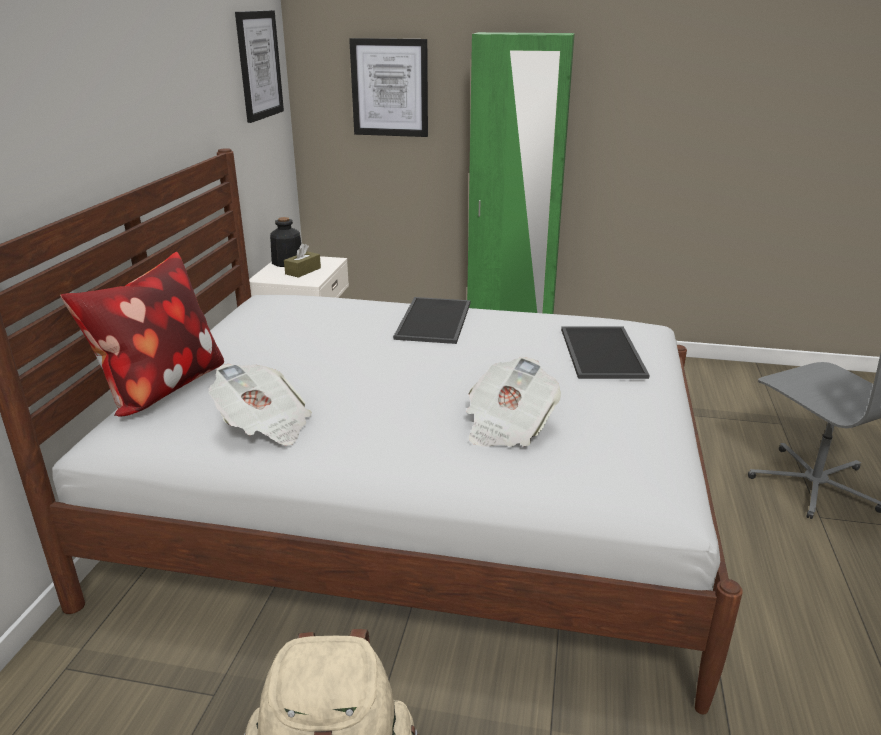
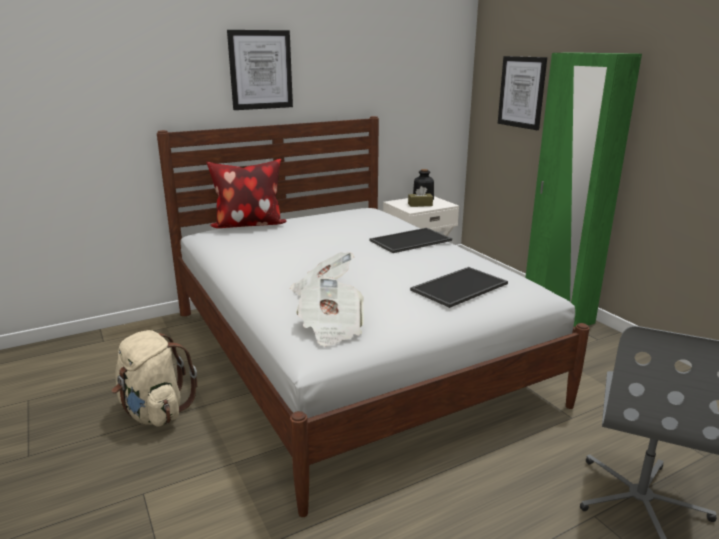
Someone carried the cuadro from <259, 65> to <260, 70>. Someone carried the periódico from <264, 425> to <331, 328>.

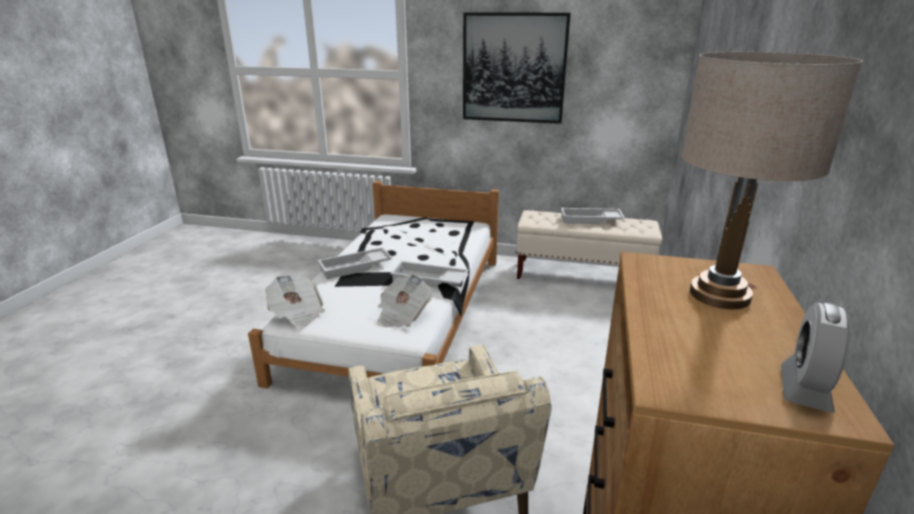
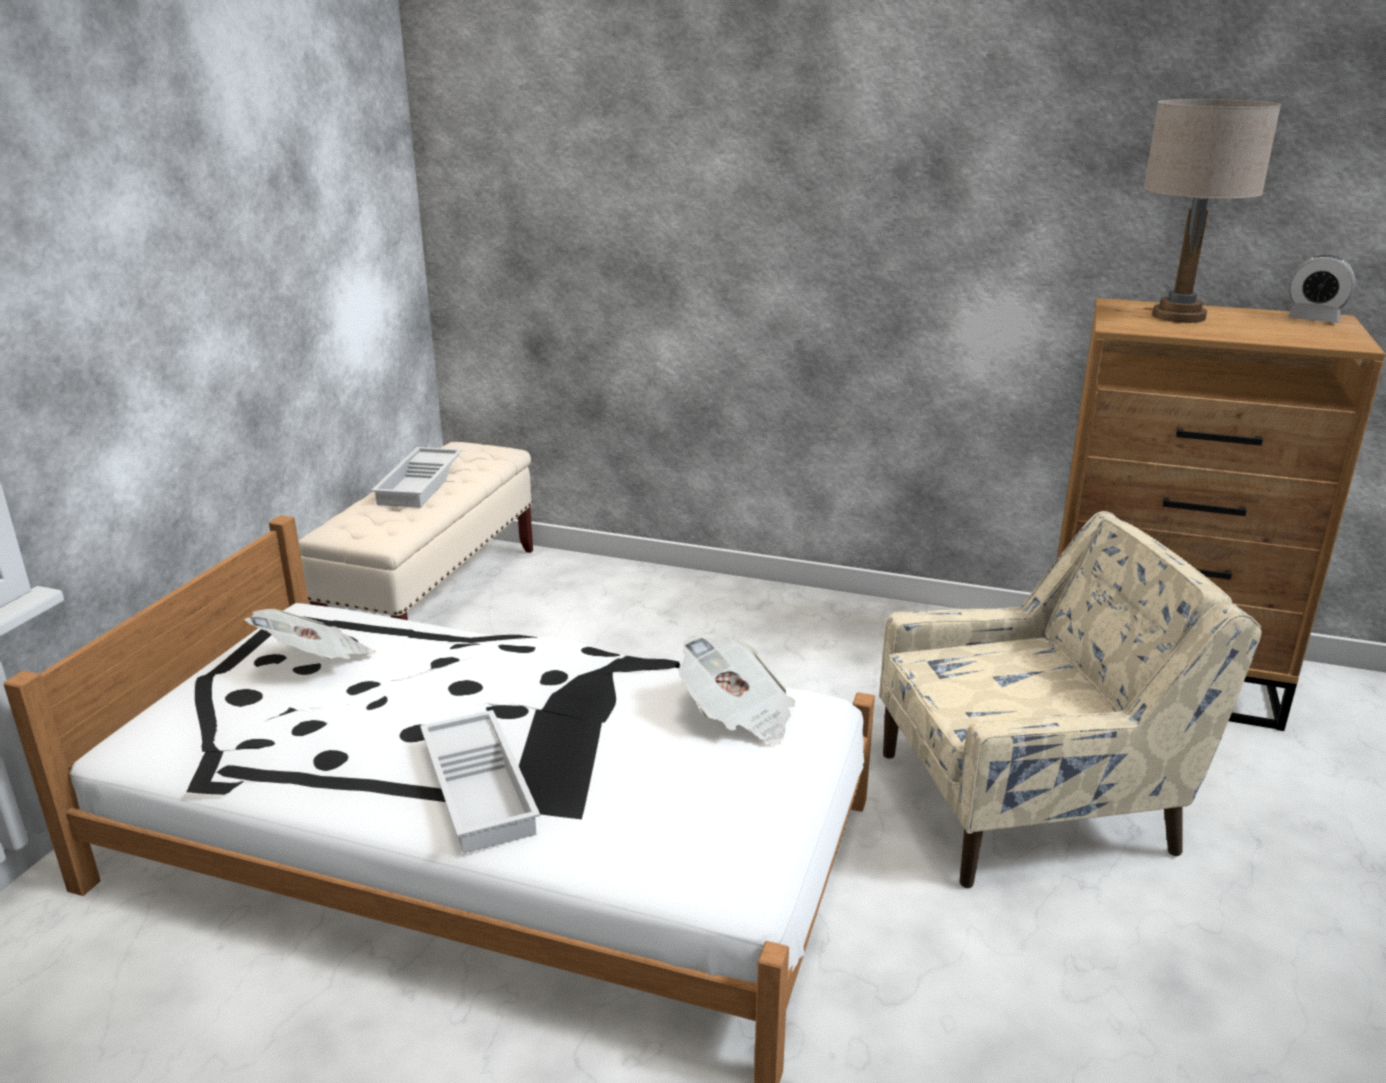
Someone carried the periódico from <297, 314> to <316, 661>. Someone took away the bandeja/blanco at <428, 280>. Someone took away the cuadro at <514, 68>.

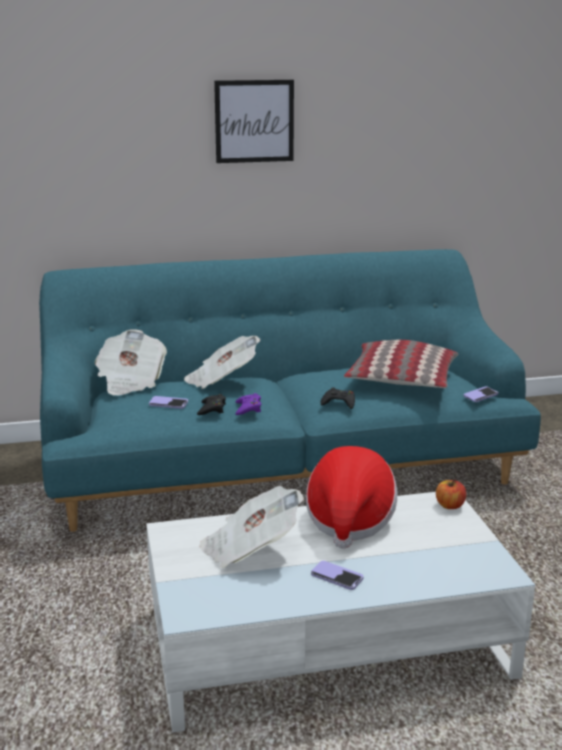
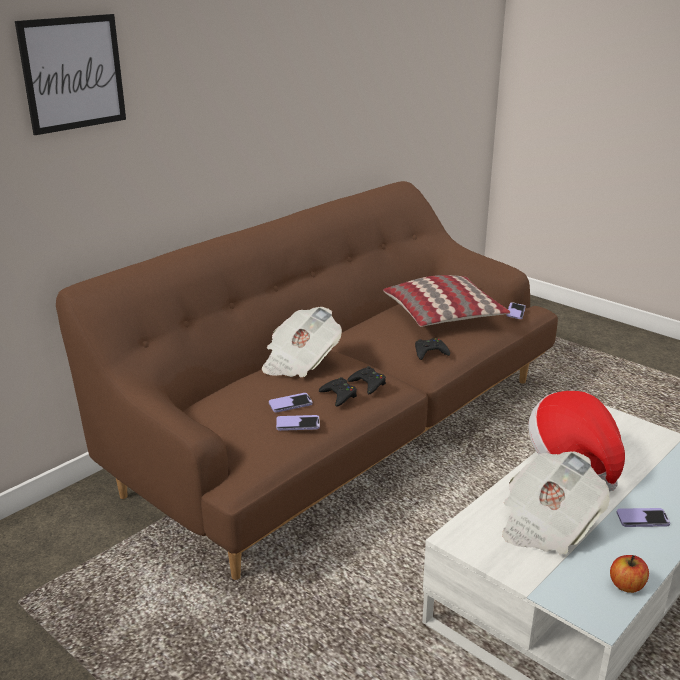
Someone carried the cuadro from <254, 121> to <73, 73>. Someone repainted the sofá/turquesa at <281, 467>, which became the sofá/marrón at <340, 430>. Someone put down the móvil at <298, 424>. Someone repainted the mando de consola/morado at <248, 408>, which became the mando de consola/negro at <368, 384>. Someone carried the manzana from <450, 505> to <627, 585>. Someone took away the periódico at <130, 381>.

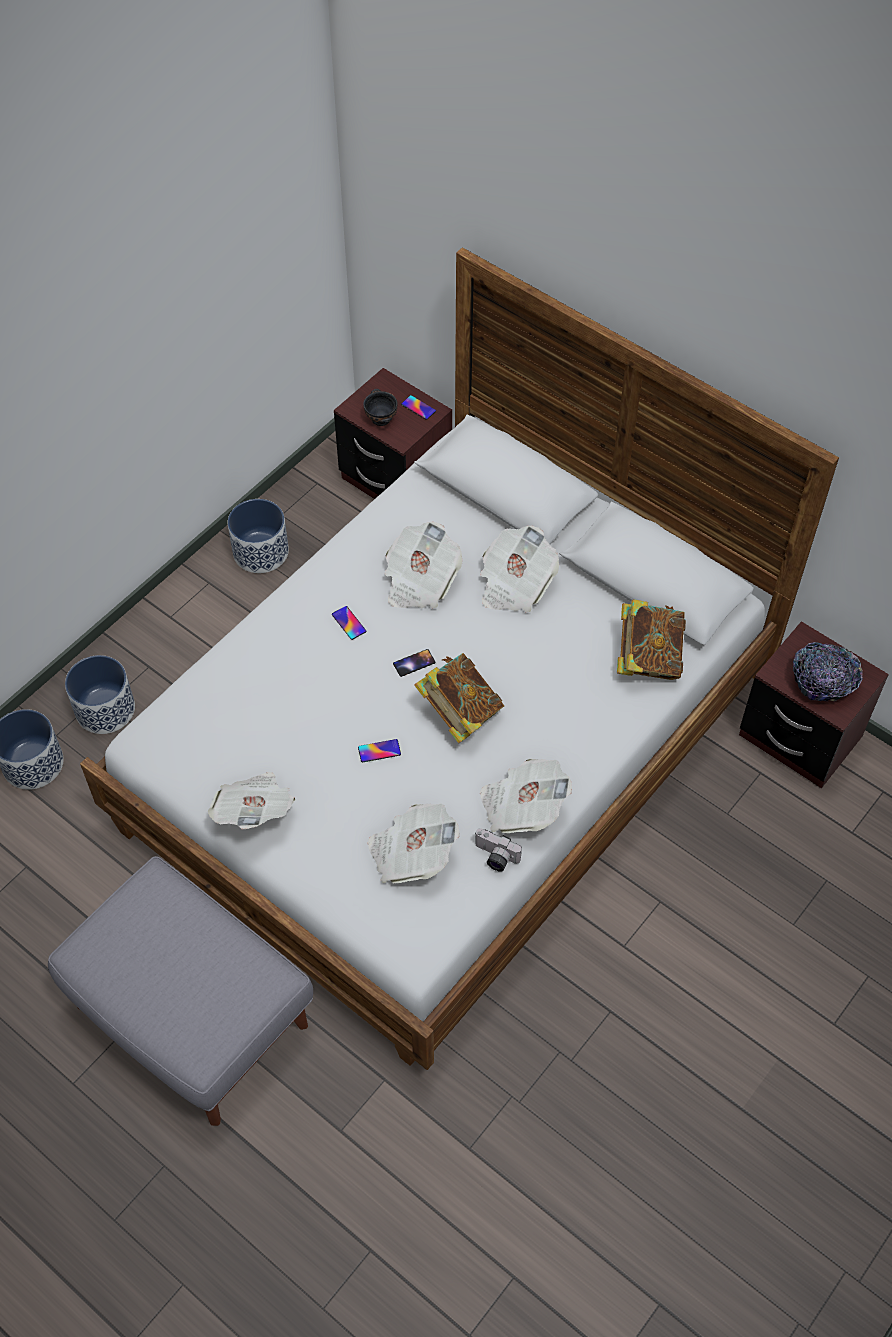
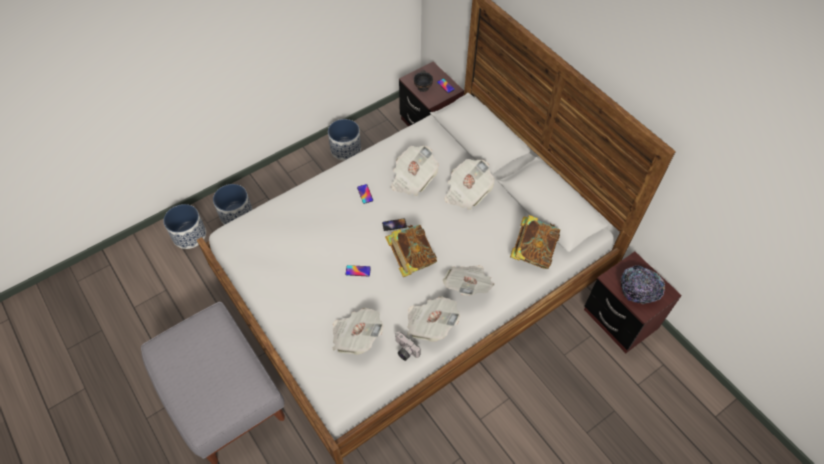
Someone carried the periódico from <255, 811> to <468, 286>.

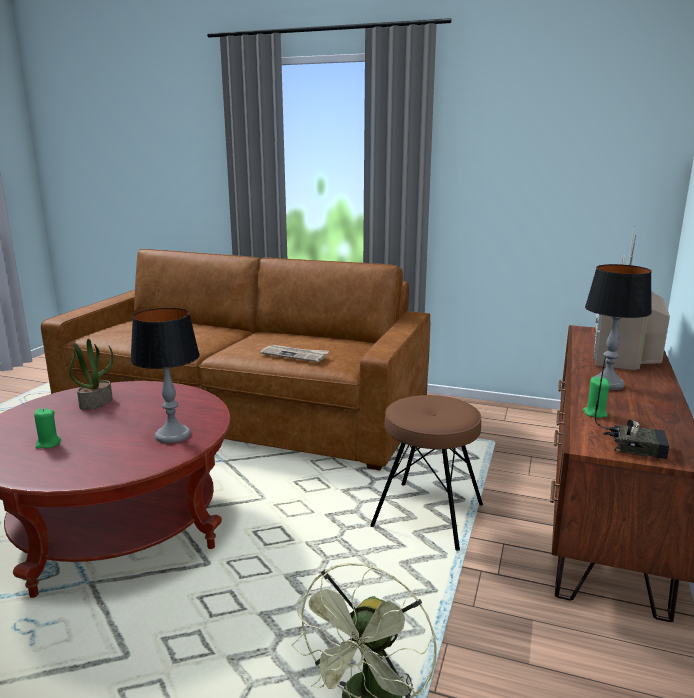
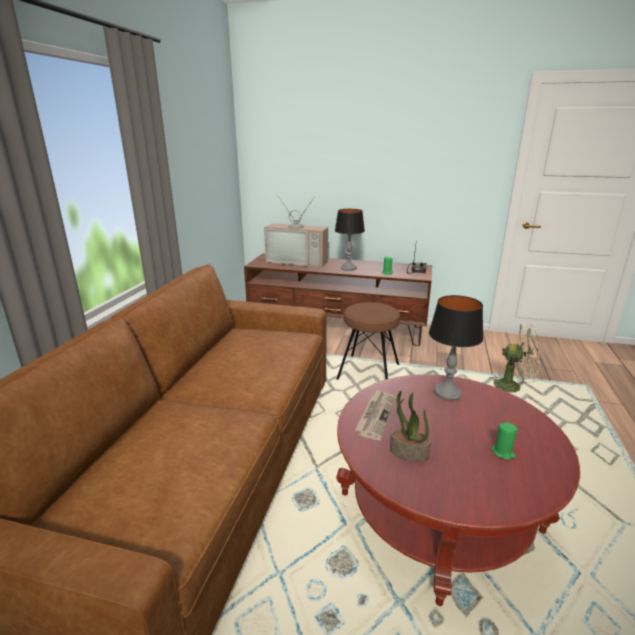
Someone carried the periódico from <295, 355> to <376, 415>.

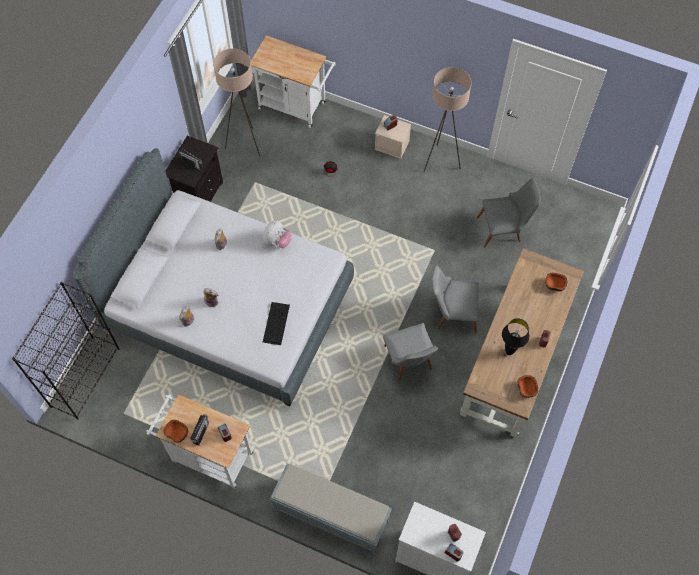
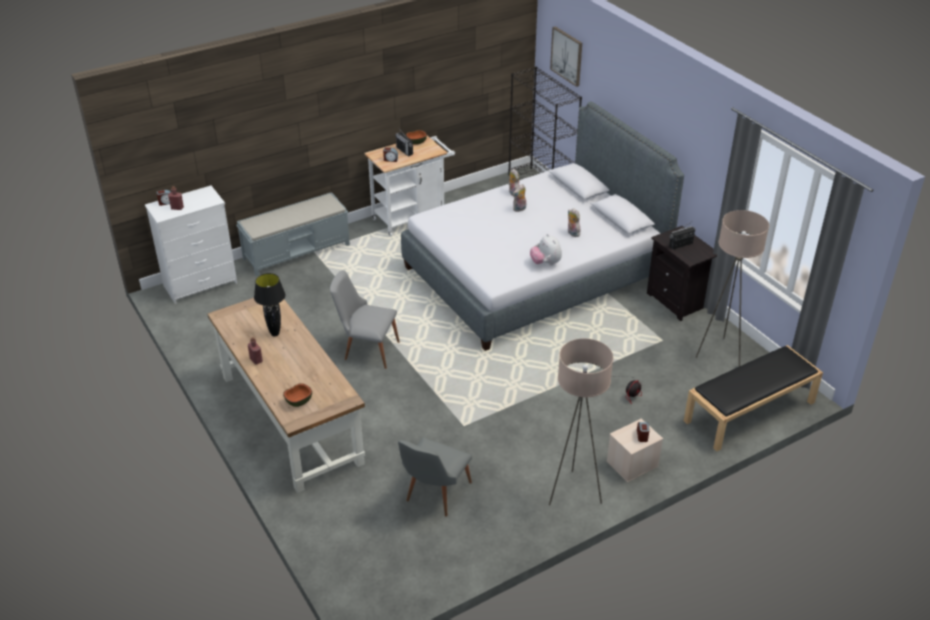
Someone put up the cuadro at <567, 56>. Someone swapped the carrito/blanco at <296, 106> for the banco/negro at <749, 412>. Someone took away the teclado at <276, 323>. Someone took away the silla/gris at <452, 313>. Someone took away the cuenco at <526, 389>.

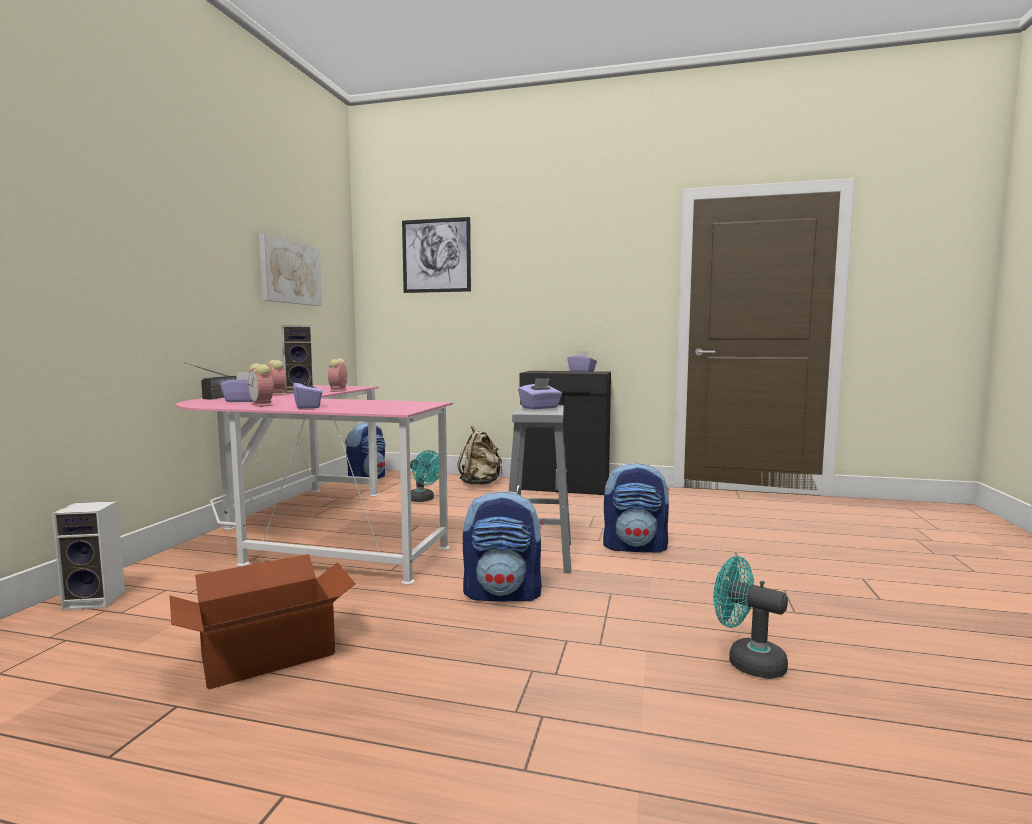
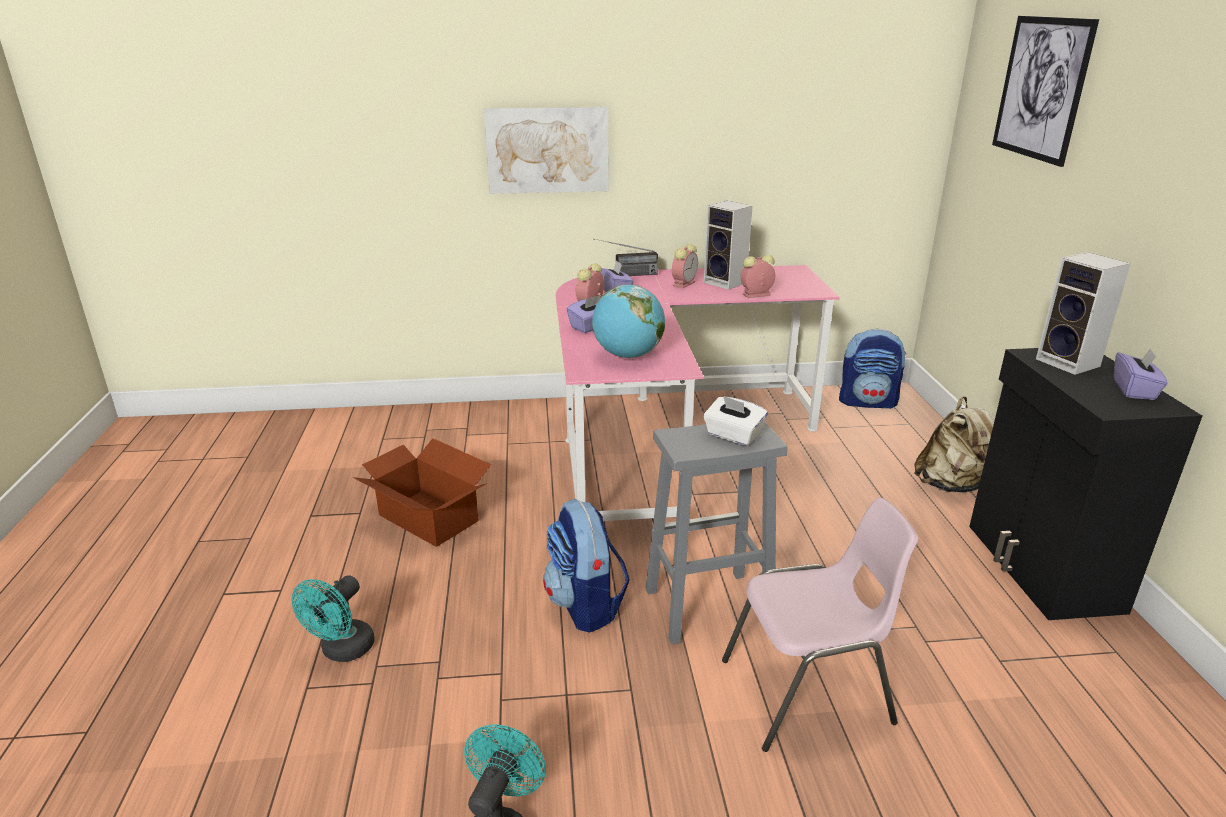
Someone carried the ventilador/turquesa from <423, 500> to <342, 651>. Someone carried the cuadro from <290, 272> to <547, 150>. Someone put down the globo terráqueo at <628, 356>. Someone repainted the caja de pañuelos/morado at <540, 408>, which became the caja de pañuelos/blanco at <733, 436>. Someone swapped the mochila at <635, 547> for the silla/rosa at <809, 693>. Someone carried the altavoz from <97, 600> to <1070, 363>.

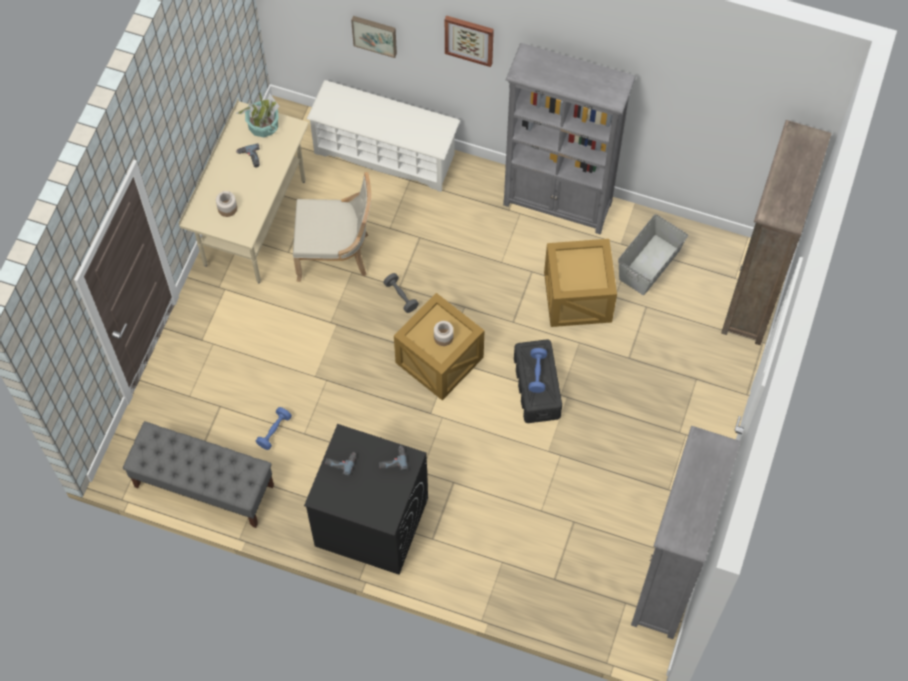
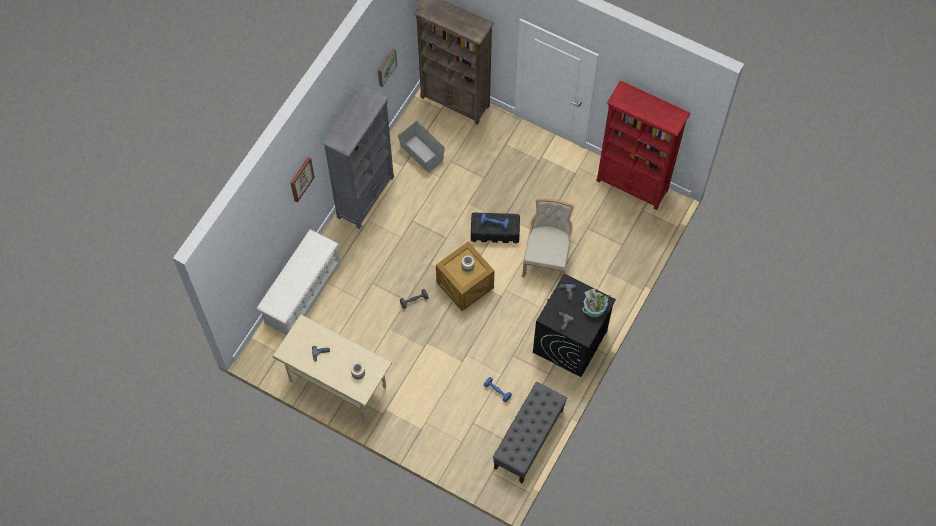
Someone carried the cuadro from <375, 34> to <386, 67>. Someone carried the silla/beis from <336, 254> to <547, 258>. Someone carried the planta en maceta from <263, 125> to <594, 308>. Someone repainted the estantería/gris at <667, 581>, which became the estantería/rojo at <632, 185>. Someone took away the caja de embalaje at <577, 298>.

